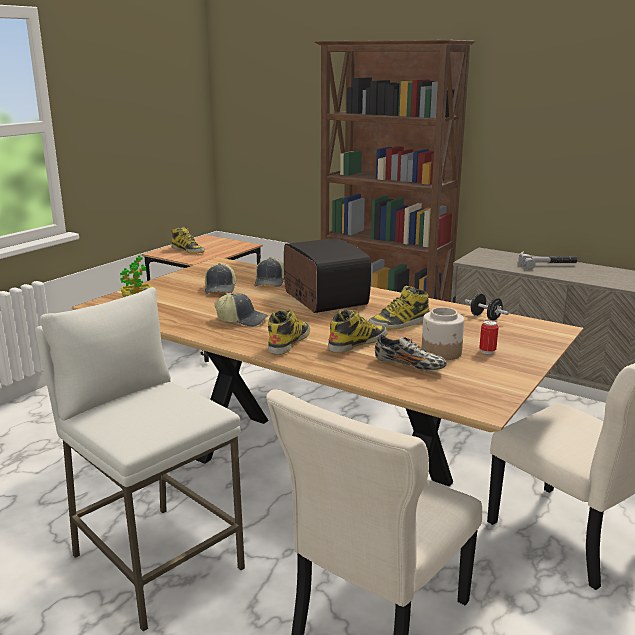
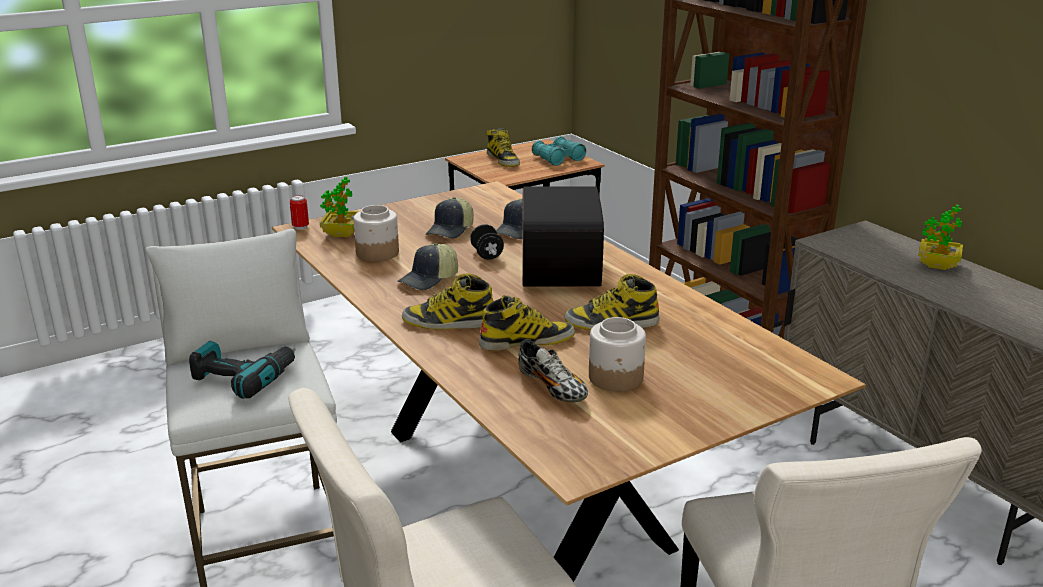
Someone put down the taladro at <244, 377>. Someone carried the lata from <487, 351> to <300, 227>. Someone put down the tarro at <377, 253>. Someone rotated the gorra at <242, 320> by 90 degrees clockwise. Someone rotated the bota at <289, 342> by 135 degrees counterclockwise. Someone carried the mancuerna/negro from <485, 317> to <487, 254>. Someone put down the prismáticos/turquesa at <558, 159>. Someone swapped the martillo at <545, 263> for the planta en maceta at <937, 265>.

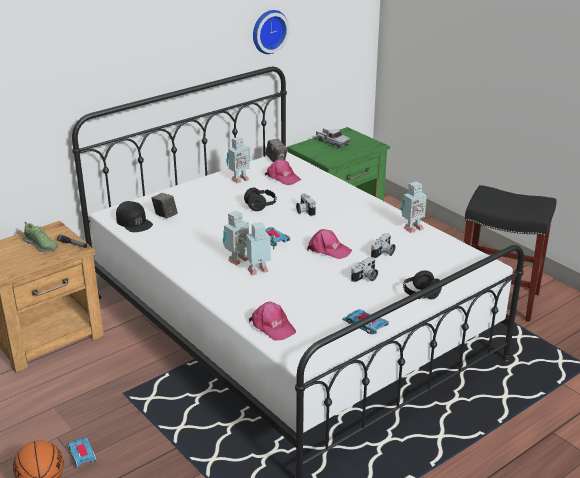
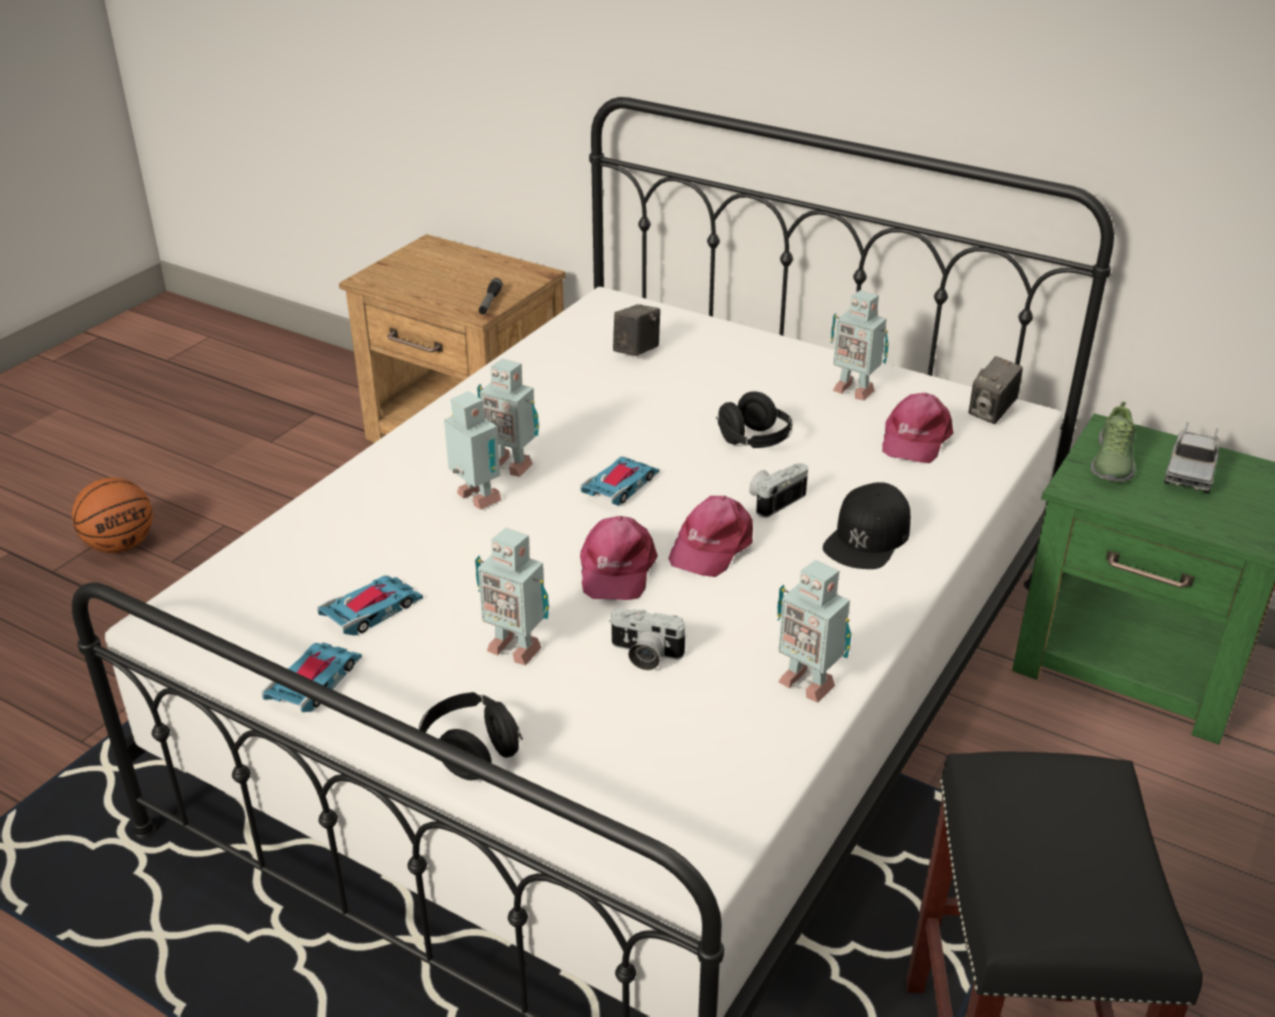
Someone carried the coche de juguete from <82, 454> to <372, 610>. Someone swapped the cámara at <365, 278> for the robot de juguete at <515, 647>. Someone carried the gorra/rosa from <272, 326> to <711, 545>. Someone carried the gorra/negro from <134, 222> to <867, 537>. Someone carried the zapato from <41, 245> to <1111, 462>. Someone took away the reloj de pared at <268, 31>.

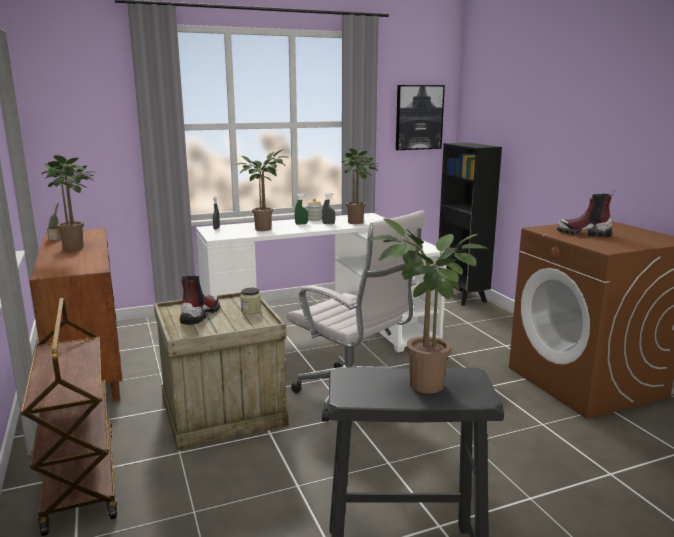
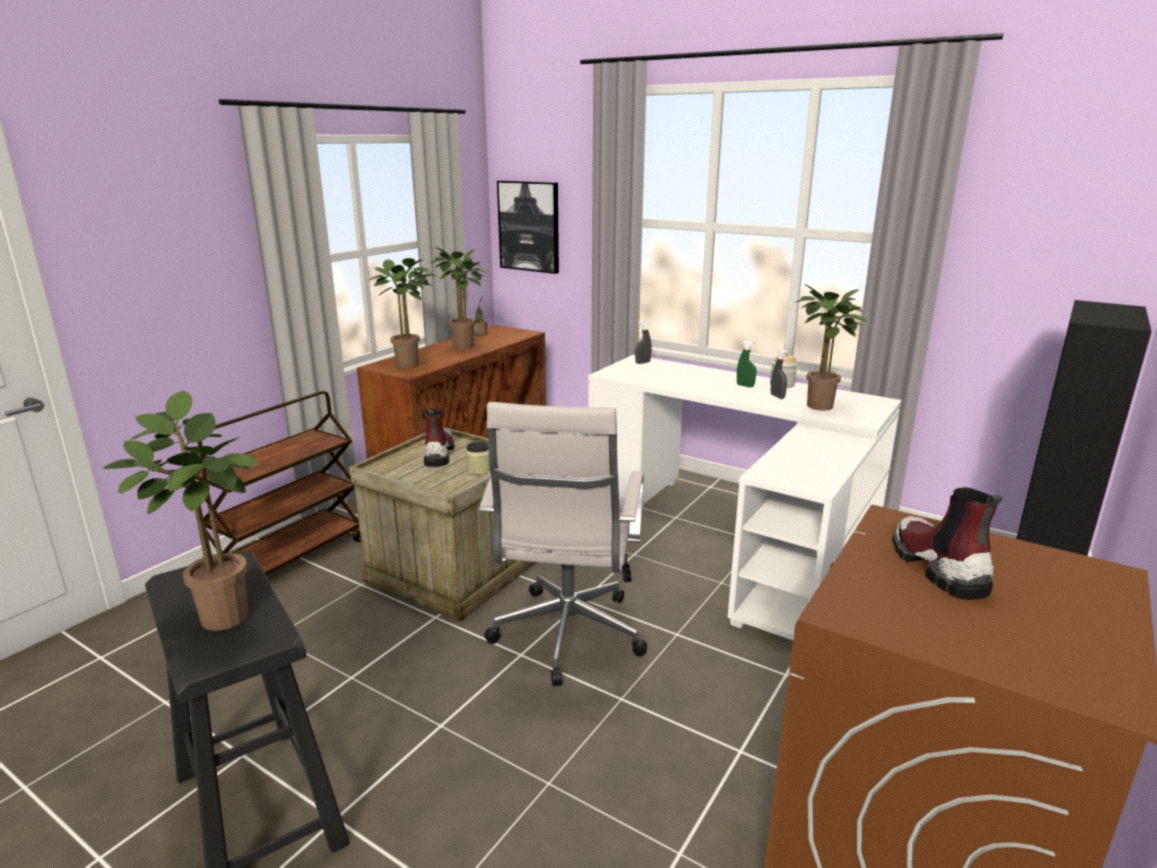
Someone carried the planta en maceta from <265, 228> to <411, 365>. Someone rotated the bota at <200, 315> by 75 degrees counterclockwise. Someone carried the cuadro from <419, 117> to <529, 226>.

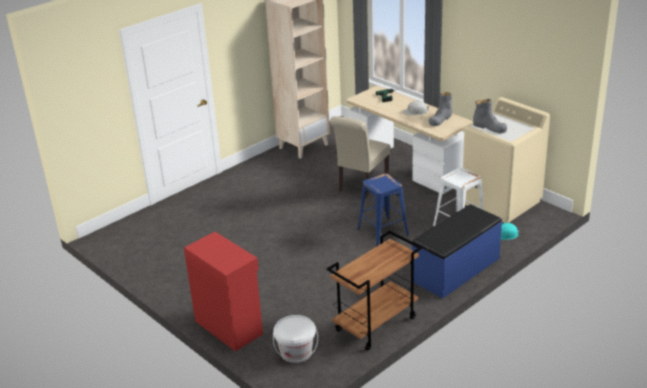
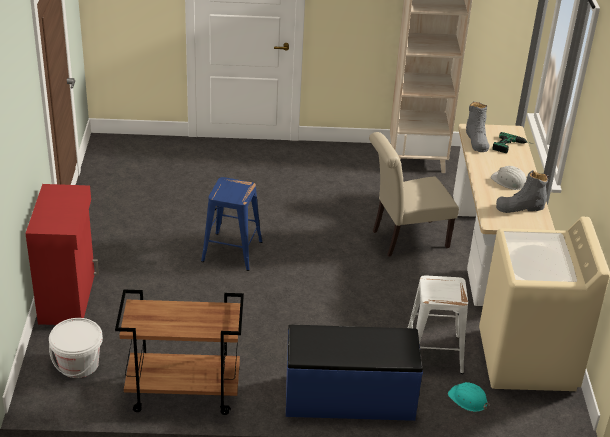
Someone carried the taburete/azul from <382, 232> to <231, 251>. Someone carried the bota/gris from <489, 127> to <476, 140>.

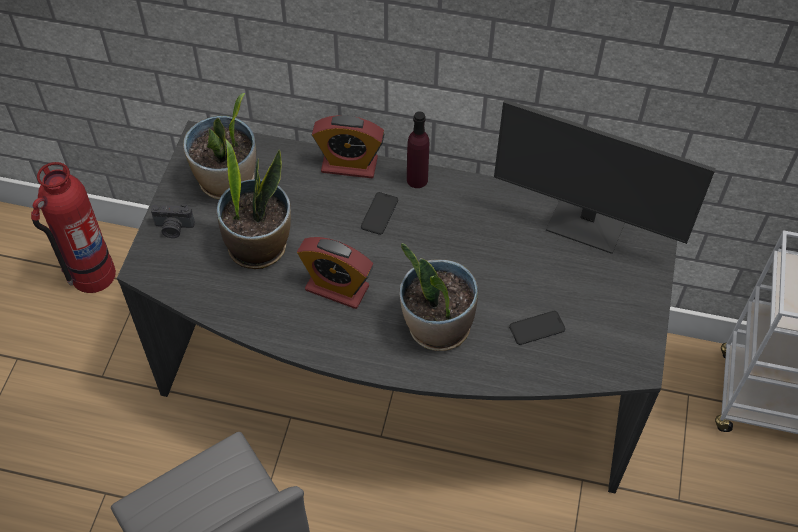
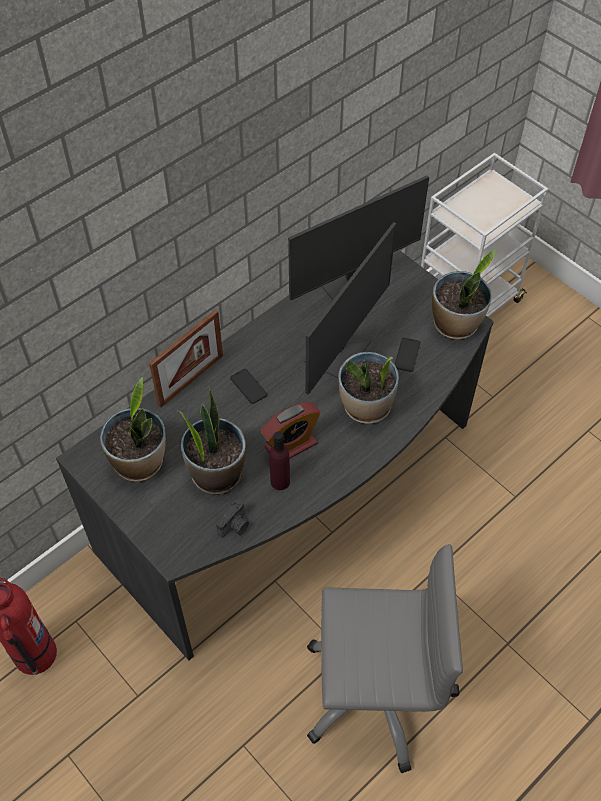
Someone swapped the despertador at <349, 165> for the portarretratos at <191, 380>. Someone carried the cámara from <173, 228> to <235, 526>. Someone carried the botella/morado from <417, 180> to <280, 481>. Someone put down the monitor at <339, 352>. Someone put down the planta en maceta at <456, 324>.

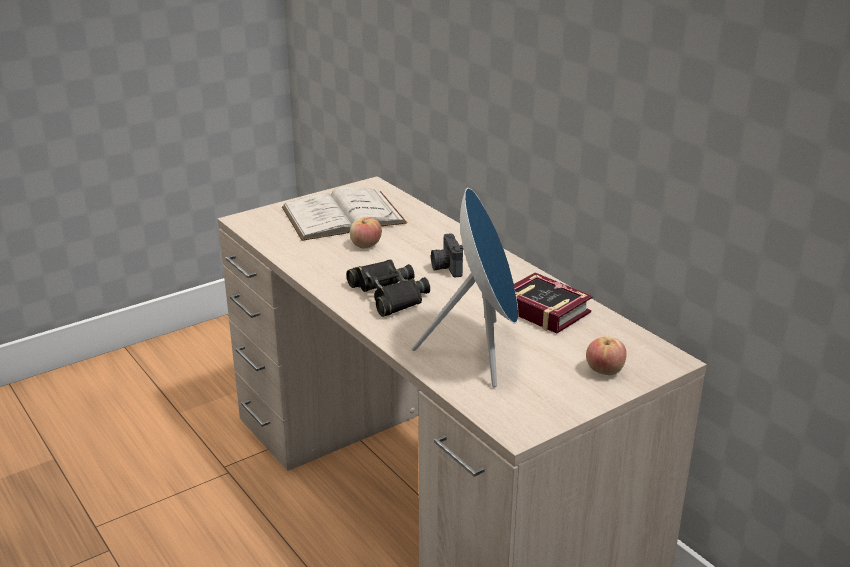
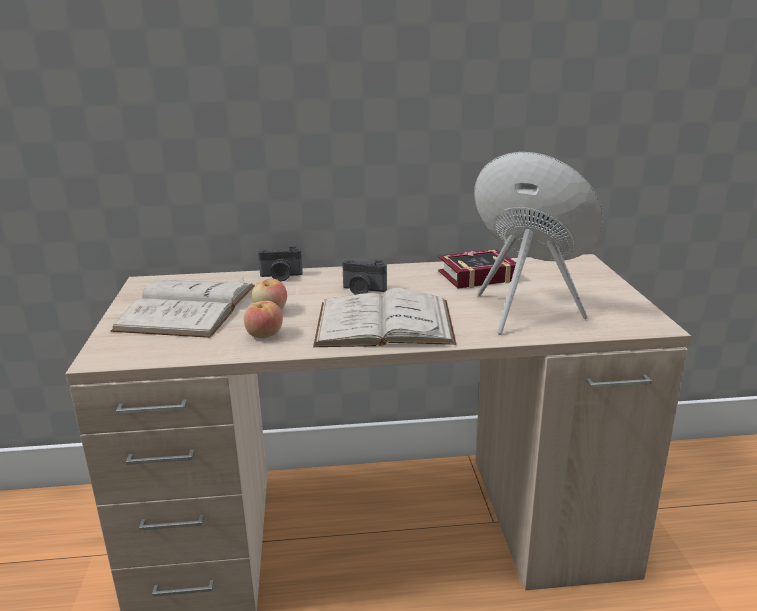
Someone carried the manzana from <604, 370> to <264, 335>. Someone put down the cámara at <281, 276>. Someone swapped the prismáticos/negro at <388, 295> for the libro/blanco at <384, 323>.

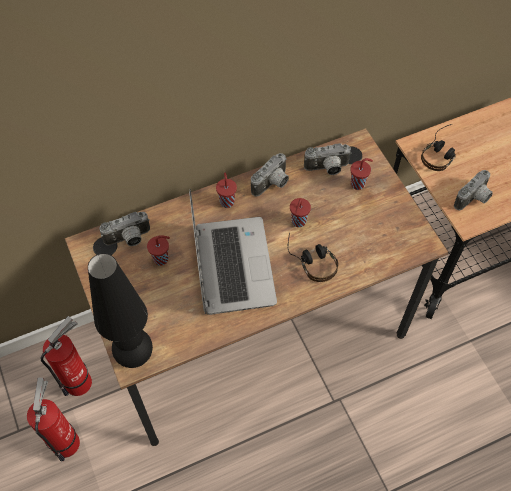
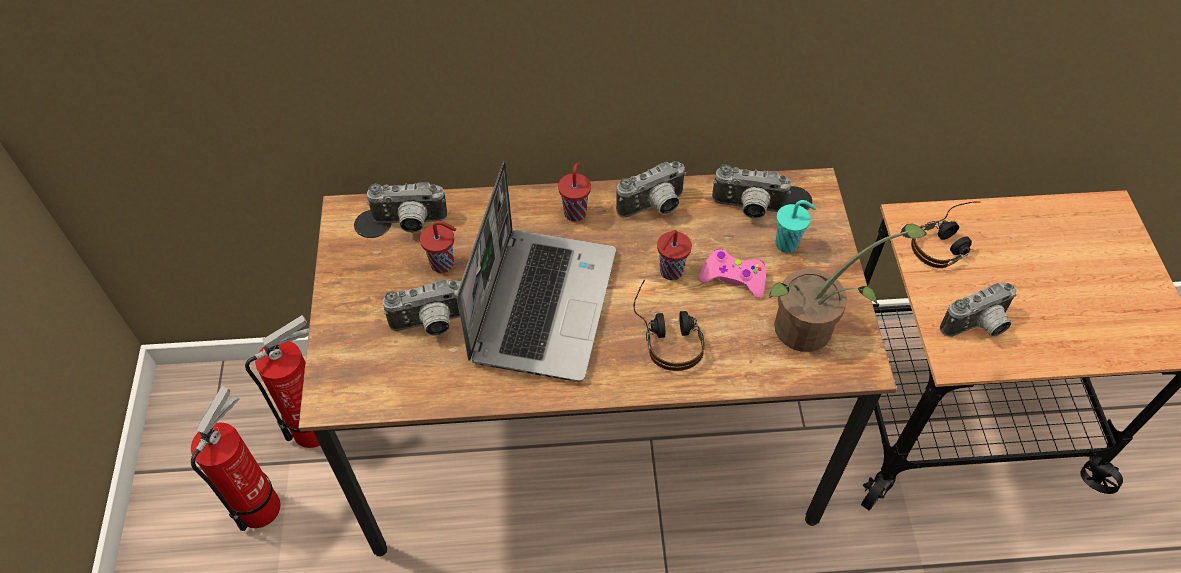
Someone put down the cámara at <430, 325>. Someone put down the mando de consola/rosa at <733, 278>. Someone put down the planta en maceta at <812, 328>. Someone repainted the taza/rojo at <358, 184>, which became the taza/turquesa at <788, 244>. Someone took away the lámpara de mesa/negro at <135, 355>.

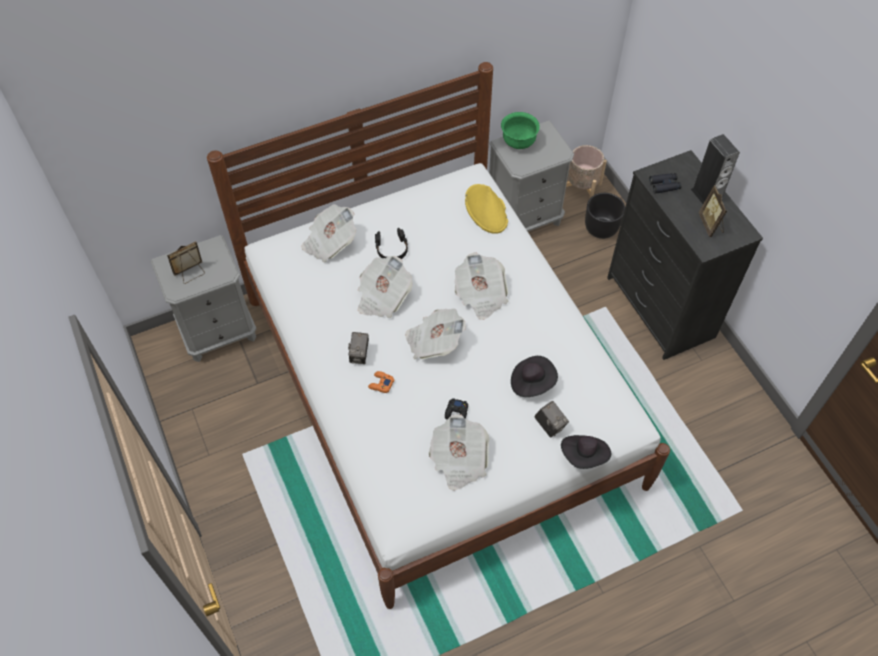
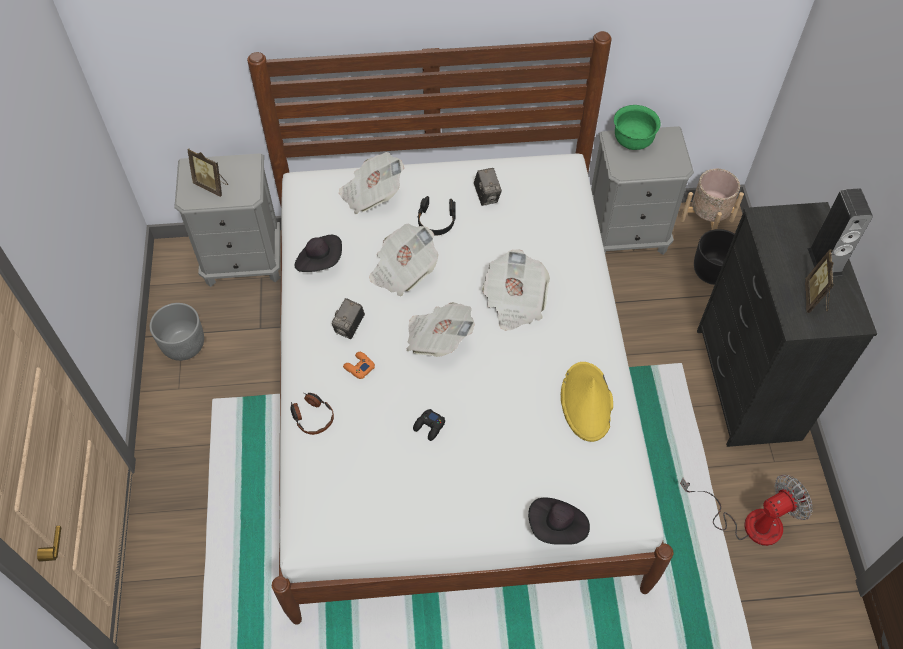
Someone put down the maceta/gris at <184, 345>. Someone rotated the portarretratos at <191, 273> by 135 degrees counterclockwise. Someone put down the auriculares at <312, 416>. Someone carried the sombrero/negro from <532, 382> to <320, 262>. Someone carried the cámara from <550, 425> to <487, 196>. Someone carried the sombrero/amarillo from <486, 210> to <587, 402>. Someone put down the ventilador at <748, 521>. Someone took away the periódico at <459, 460>. Someone took away the prismáticos/negro at <664, 185>.

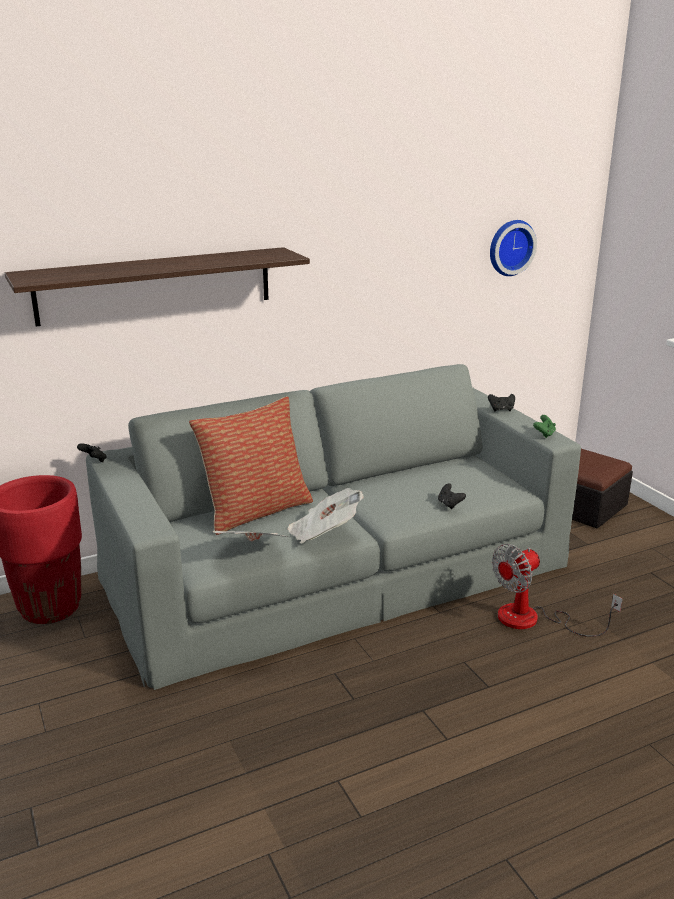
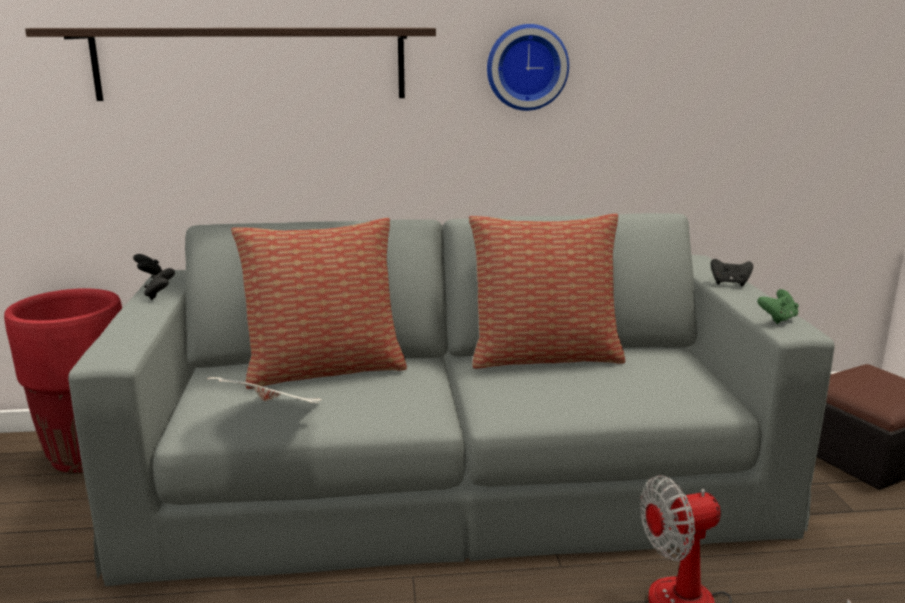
Someone carried the mando de consola/negro from <449, 504> to <160, 296>. Someone put down the cojín at <544, 356>. Someone carried the reloj de pared from <510, 247> to <526, 67>. Someone took away the periódico at <324, 532>.

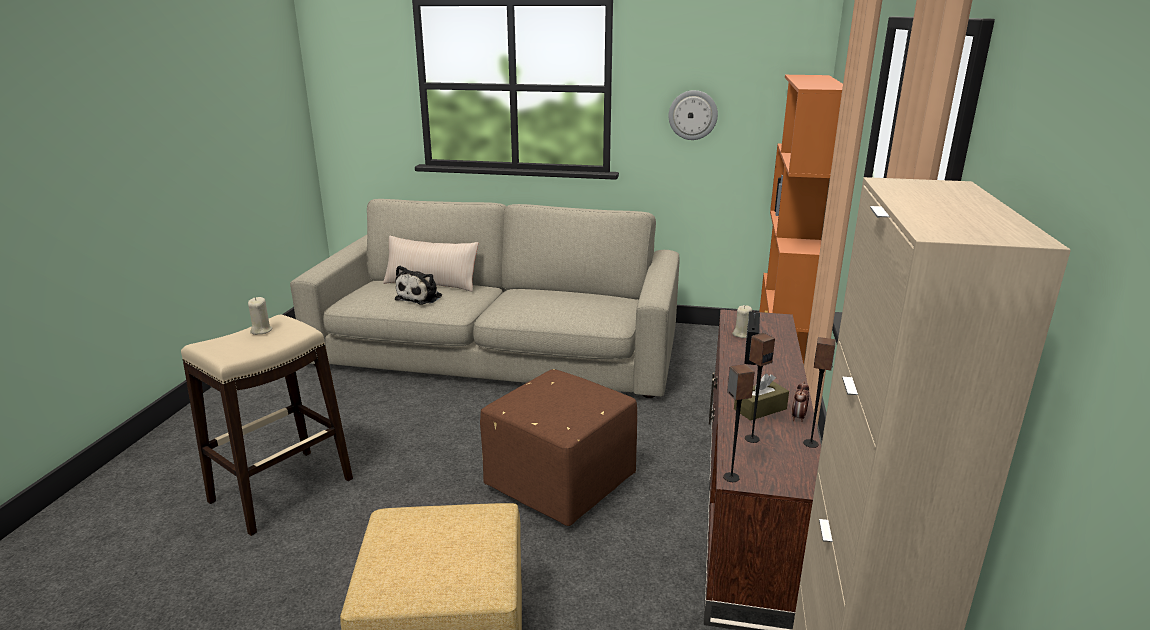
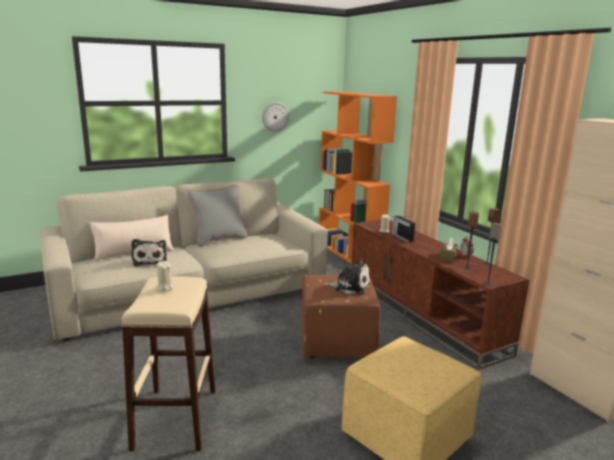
Someone put down the cojín/gris at <219, 239>. Someone put down the peluche at <350, 286>.

